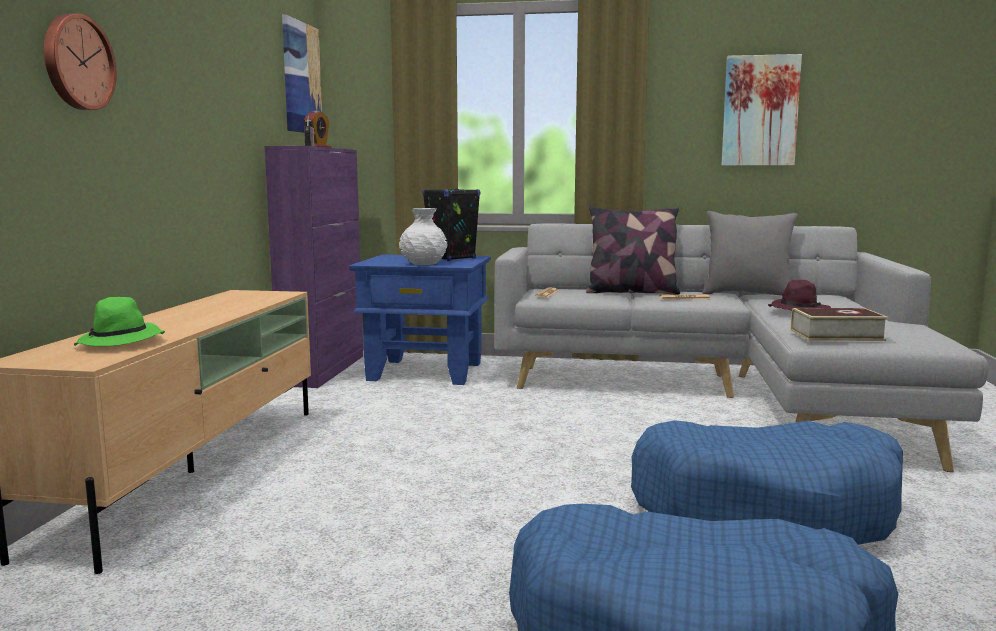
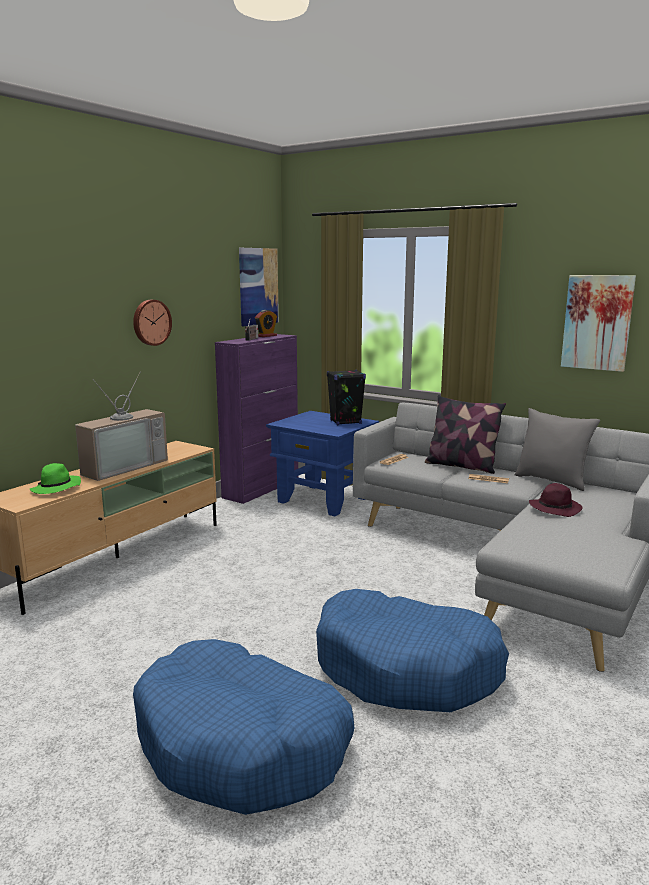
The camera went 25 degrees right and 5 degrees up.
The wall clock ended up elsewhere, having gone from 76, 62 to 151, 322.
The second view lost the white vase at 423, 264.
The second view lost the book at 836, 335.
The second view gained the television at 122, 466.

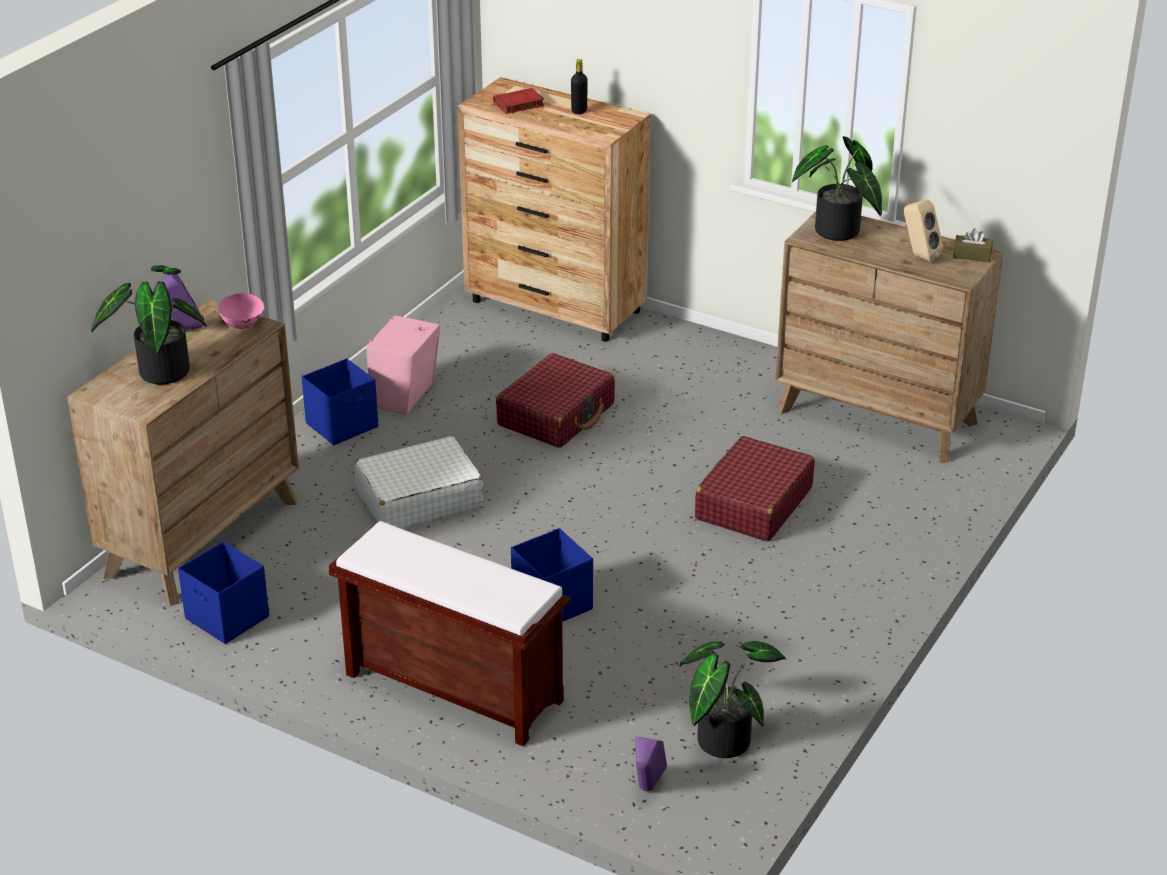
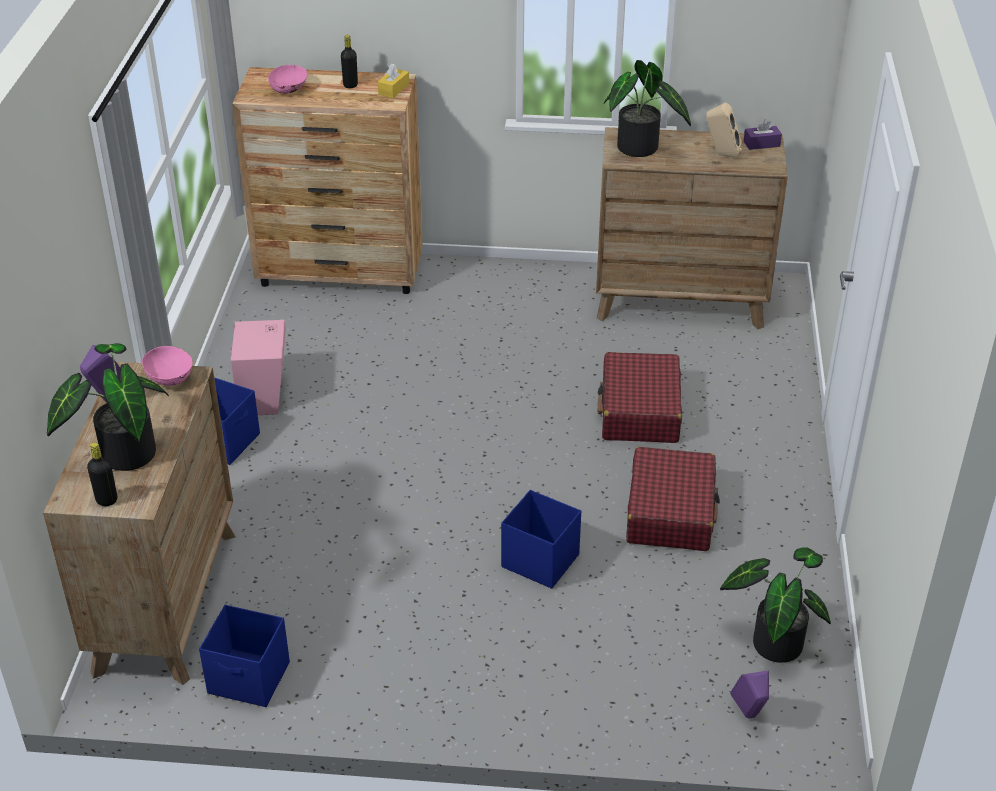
The camera went 25 degrees left and 5 degrees up.
The second view lost the brown bench at 451, 688.
The second view lost the white suitcase at 418, 500.
Where the red book stood at 518, 104, the pink bowl came to stand at 289, 90.
The red suitcase ended up elsewhere, having gone from 556, 415 to 670, 512.
What was the brown tissue box at 972, 255 turned into the purple tissue box at 761, 144.
The second view gained the black bottle at 106, 500.
The second view gained the yellow tissue box at 393, 89.

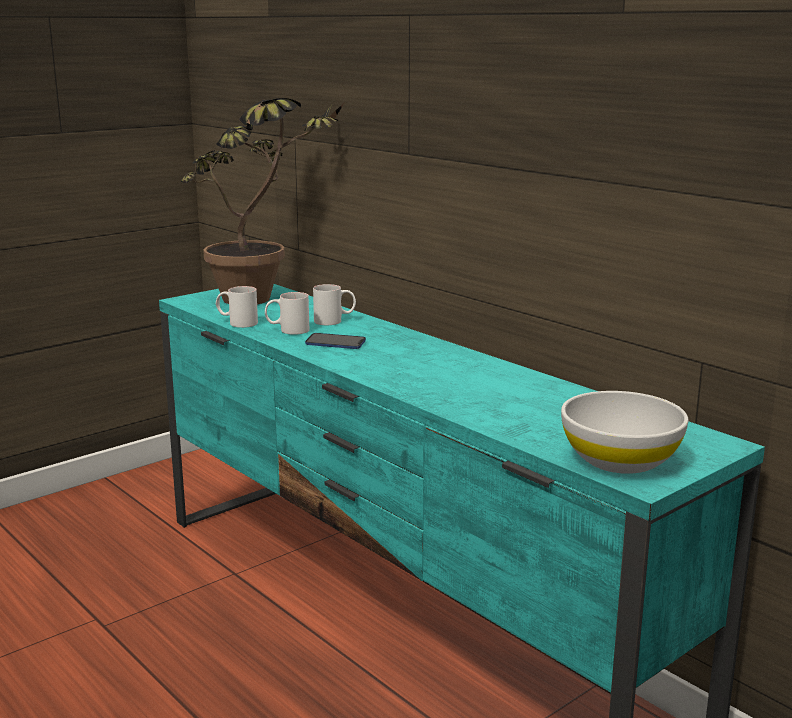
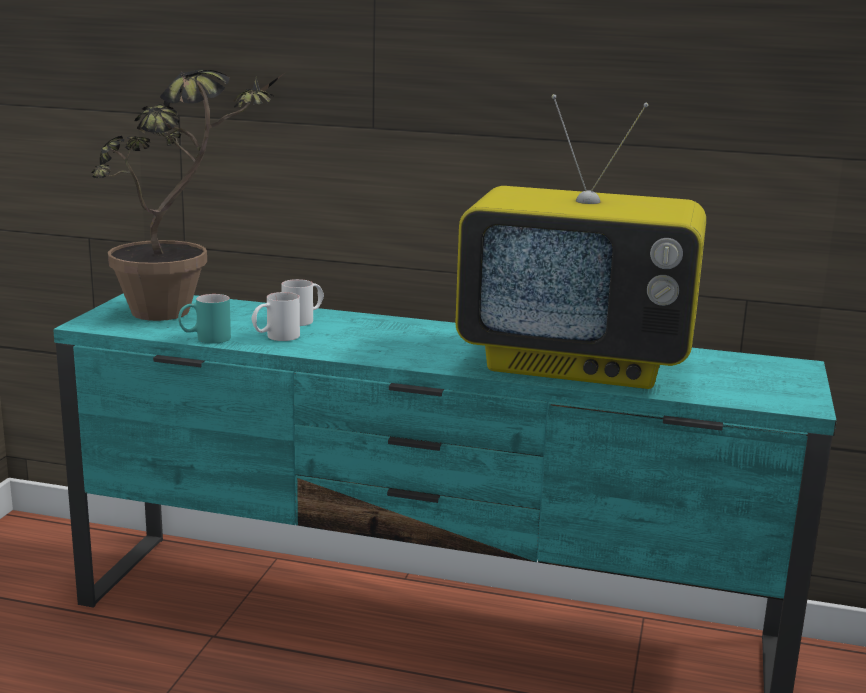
The camera went 35 degrees left and 0 degrees up.
What was the white mug at 237, 323 turned into the turquoise mug at 205, 339.
The second view lost the phone at 335, 343.
The second view lost the white bowl at 620, 460.
The second view gained the television at 578, 363.

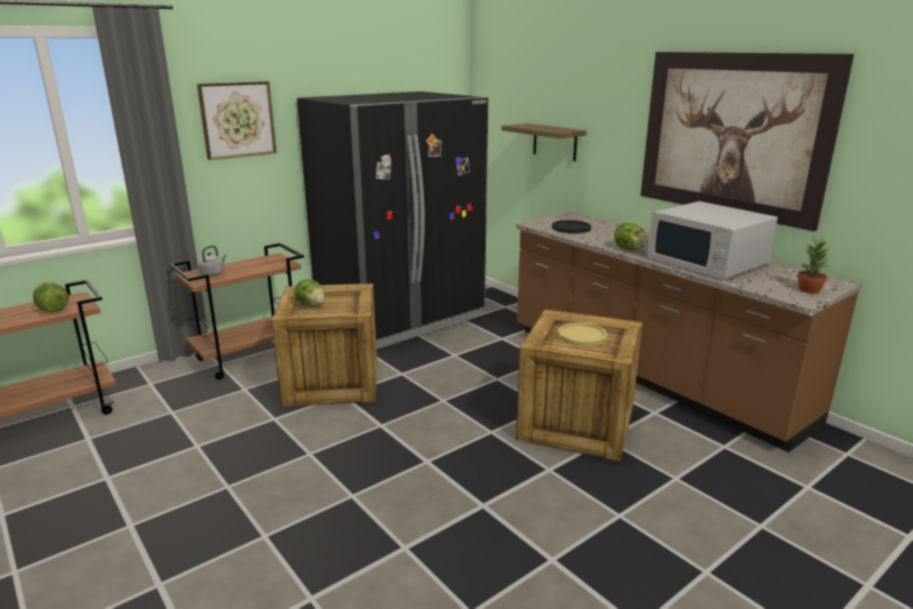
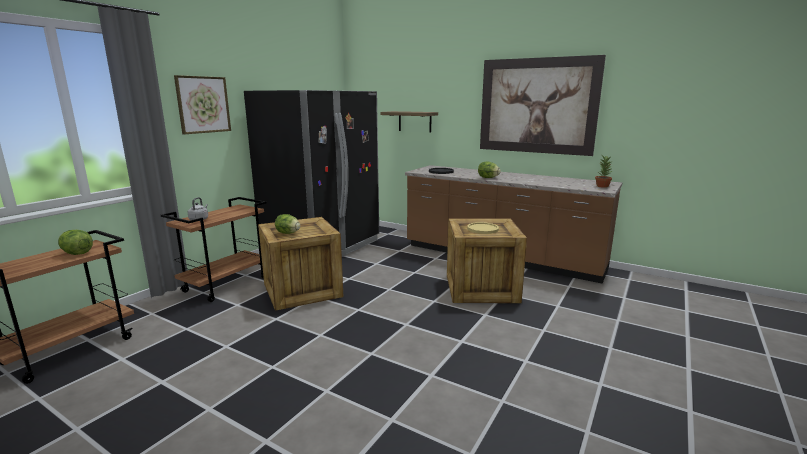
The camera went 20 degrees left and 5 degrees down.
The second view lost the white microwave at 707, 262.

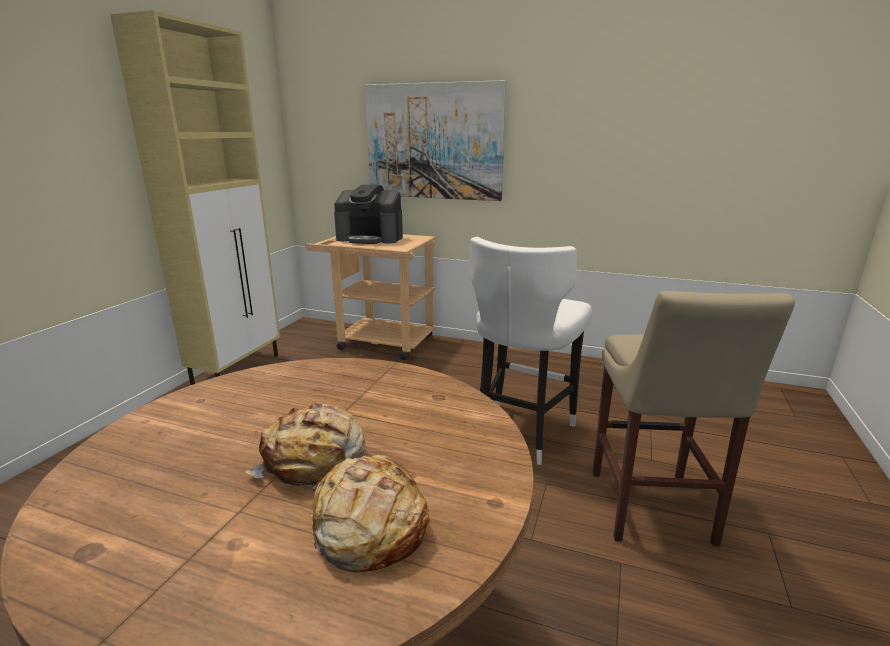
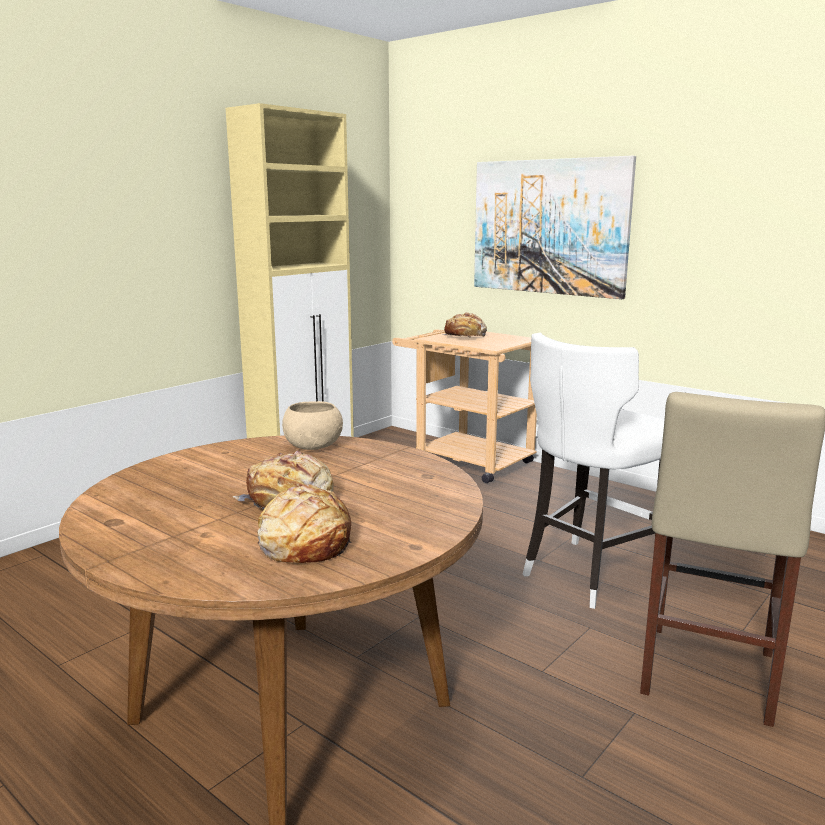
The camera went 20 degrees right and 5 degrees down.
Where the coffee machine stood at 370, 238, the bread came to stand at 465, 336.
The second view gained the beige bowl at 313, 446.

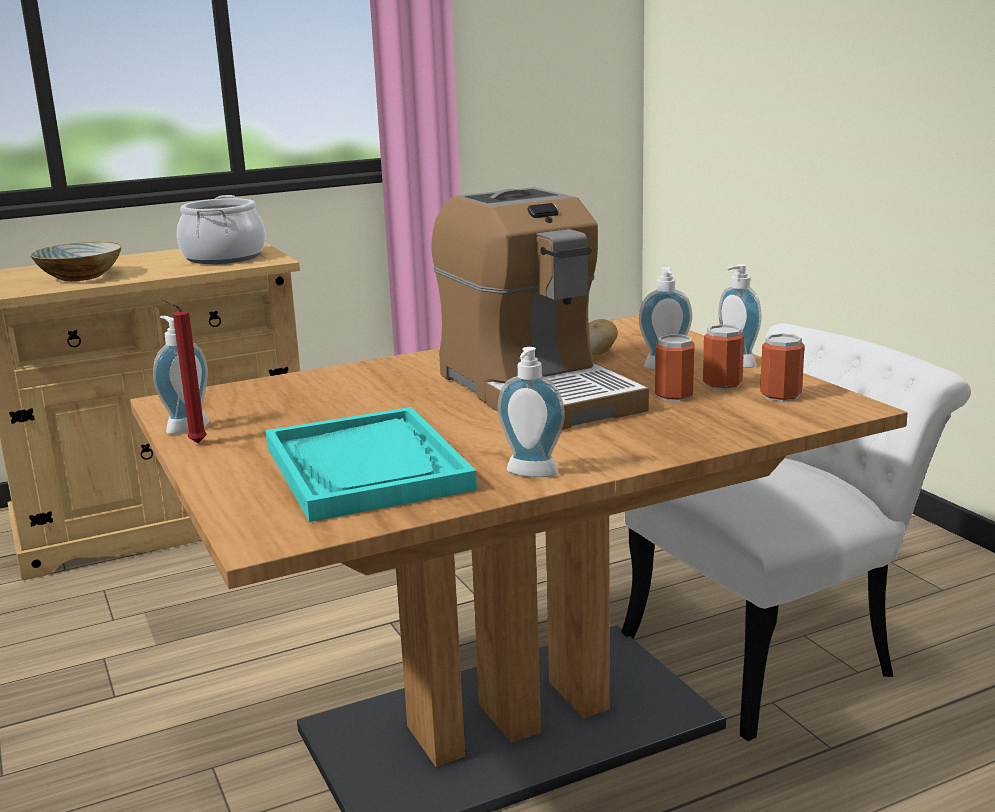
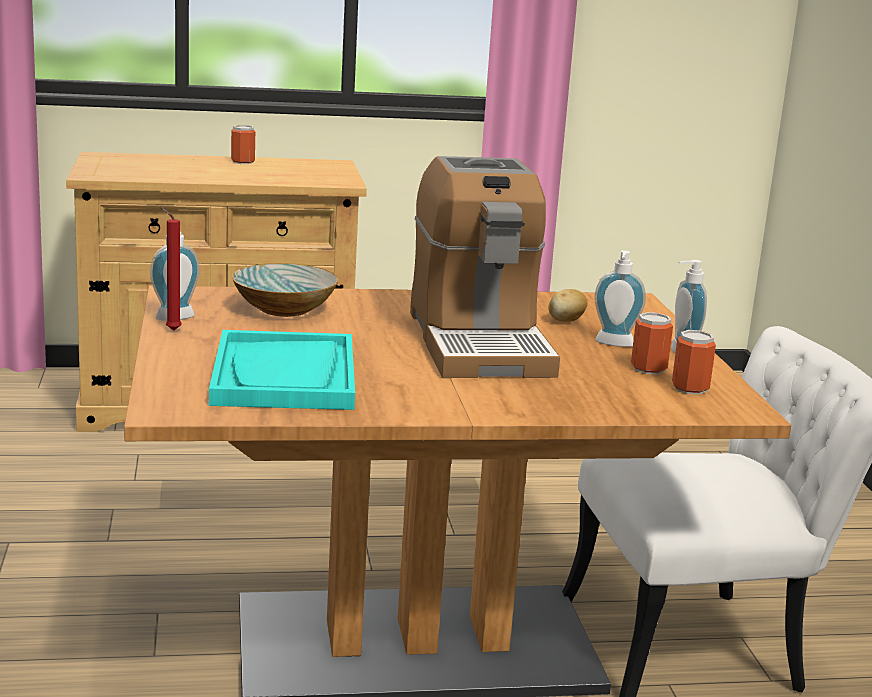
The camera went 15 degrees right and 0 degrees up.
The bowl ended up elsewhere, having gone from 81, 276 to 285, 309.
The second view lost the cooking pot at 224, 257.
The second view lost the soap dispenser at 530, 474.
The can ended up elsewhere, having gone from 674, 396 to 242, 162.

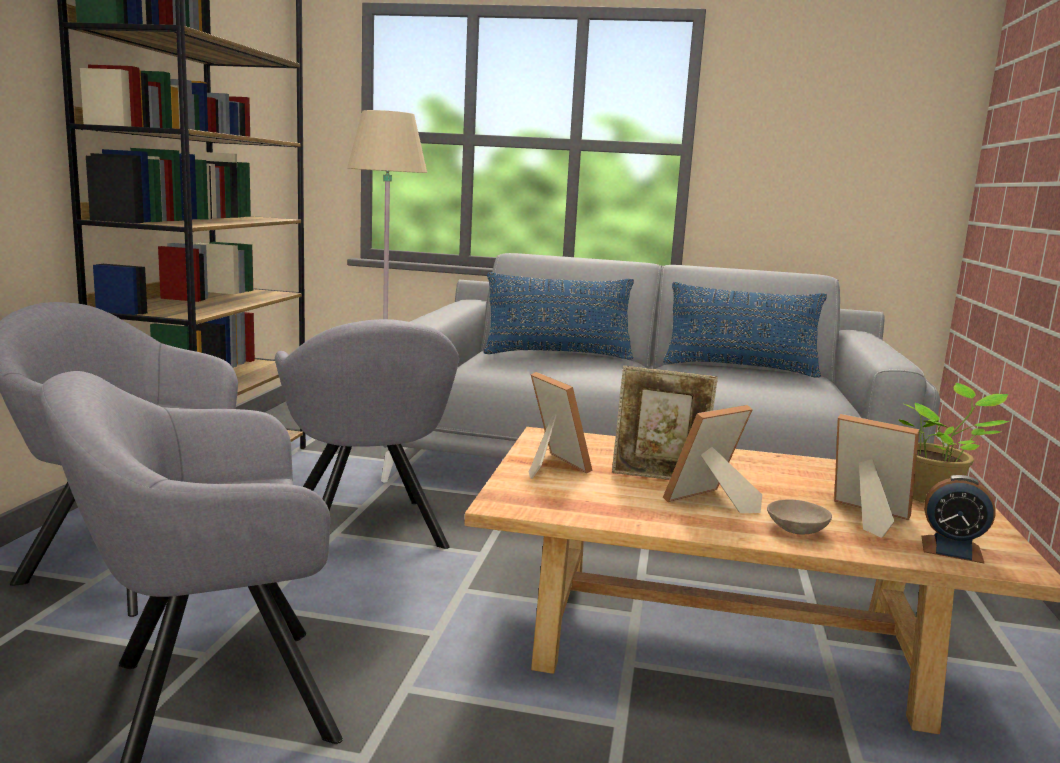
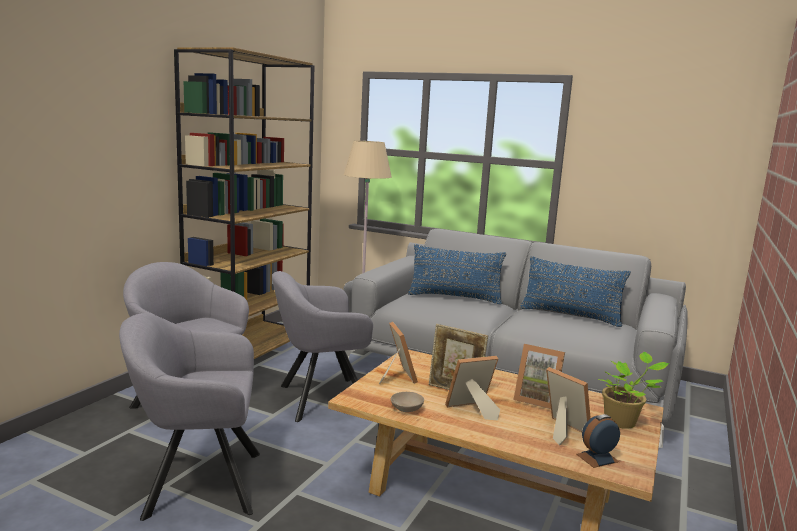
The camera went 15 degrees right and 0 degrees up.
The grey armchair at 367, 533 ended up facing another way, 75 degrees clockwise from before.
The beige bowl ended up elsewhere, having gone from 799, 529 to 408, 409.
The alarm clock at 951, 549 ended up facing another way, 120 degrees clockwise from before.
The second view gained the picture frame at 537, 399.

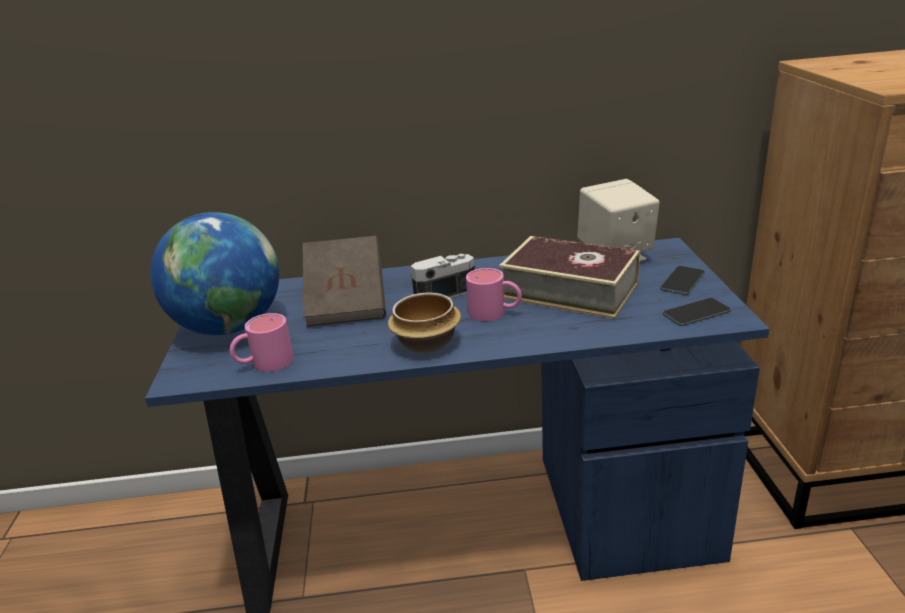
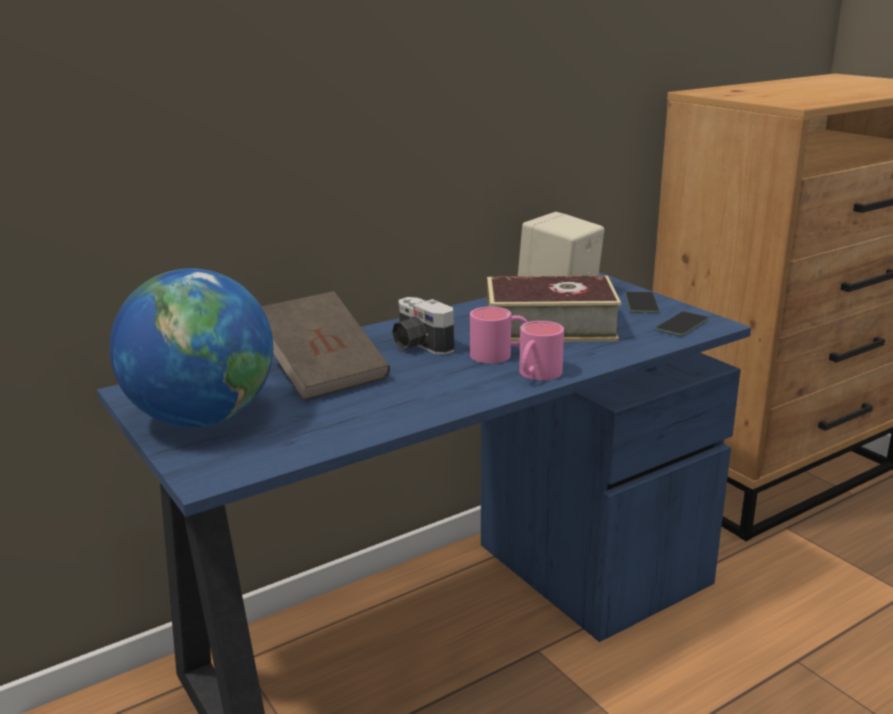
The camera went 30 degrees left and 5 degrees down.
The pink mug ended up elsewhere, having gone from 264, 364 to 536, 375.
The second view lost the bowl at 427, 344.
The photo camera at 441, 291 ended up facing another way, 75 degrees counterclockwise from before.

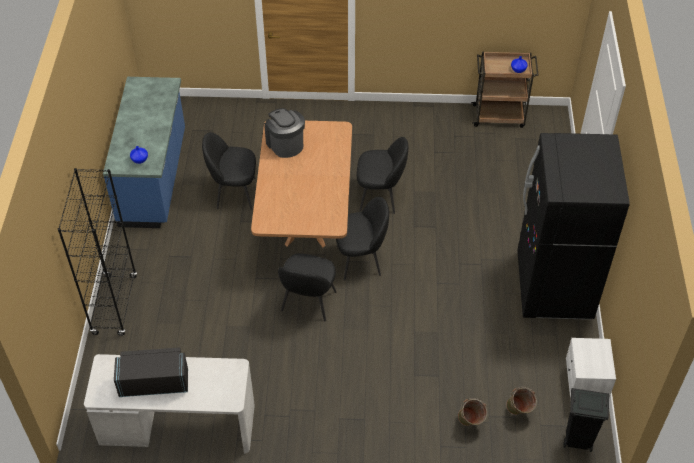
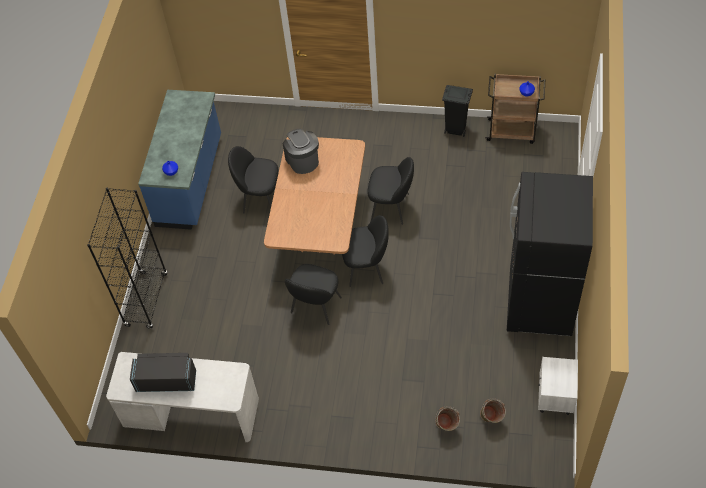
The camera went 10 degrees right and 5 degrees up.
The black trash can ended up elsewhere, having gone from 577, 440 to 455, 130.

